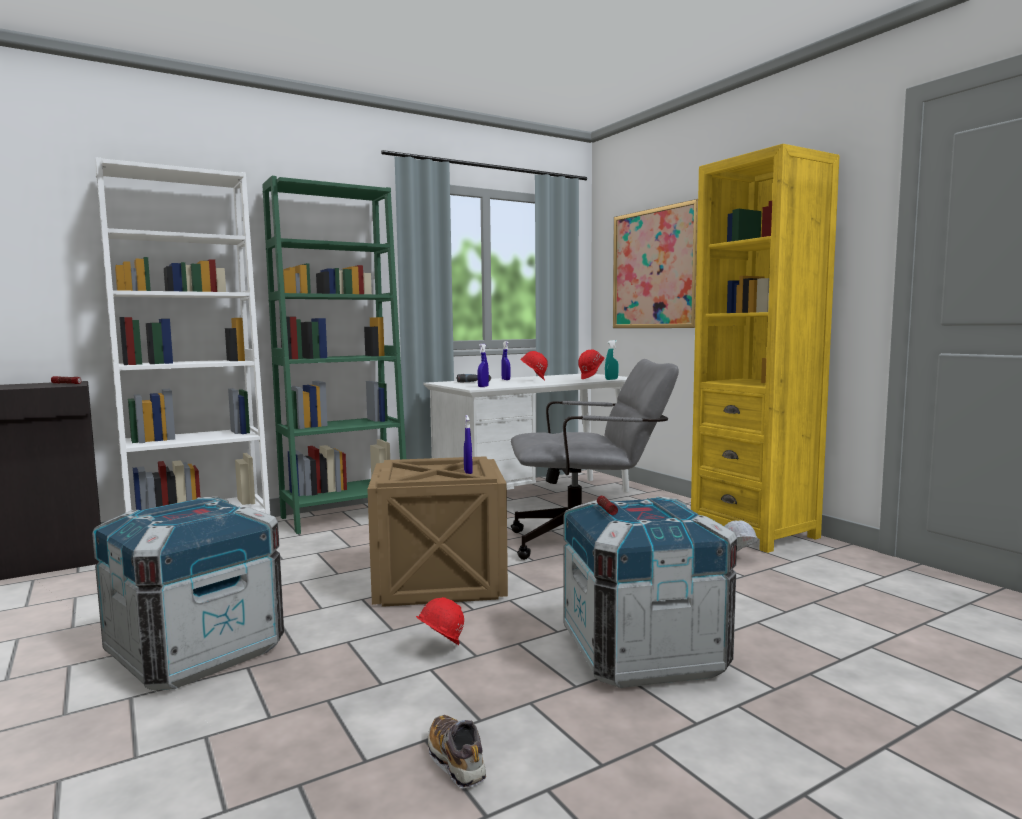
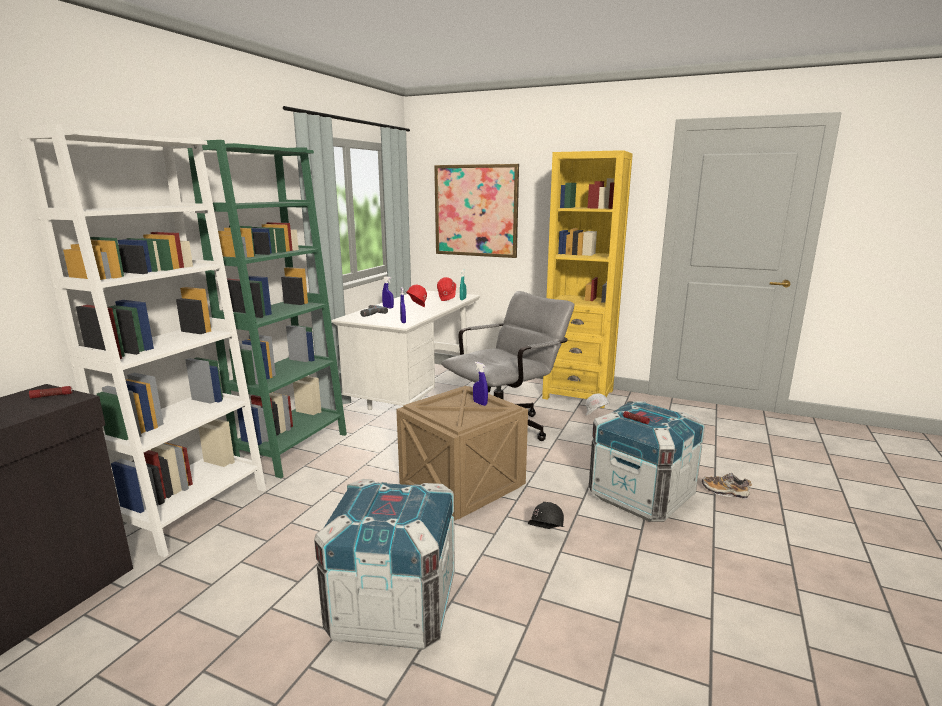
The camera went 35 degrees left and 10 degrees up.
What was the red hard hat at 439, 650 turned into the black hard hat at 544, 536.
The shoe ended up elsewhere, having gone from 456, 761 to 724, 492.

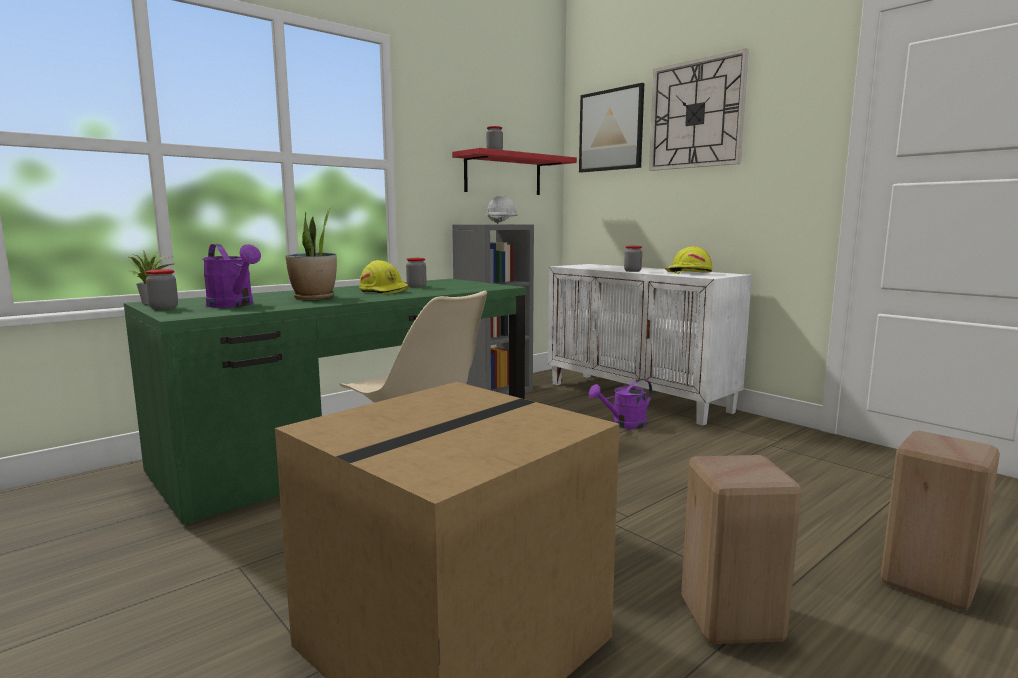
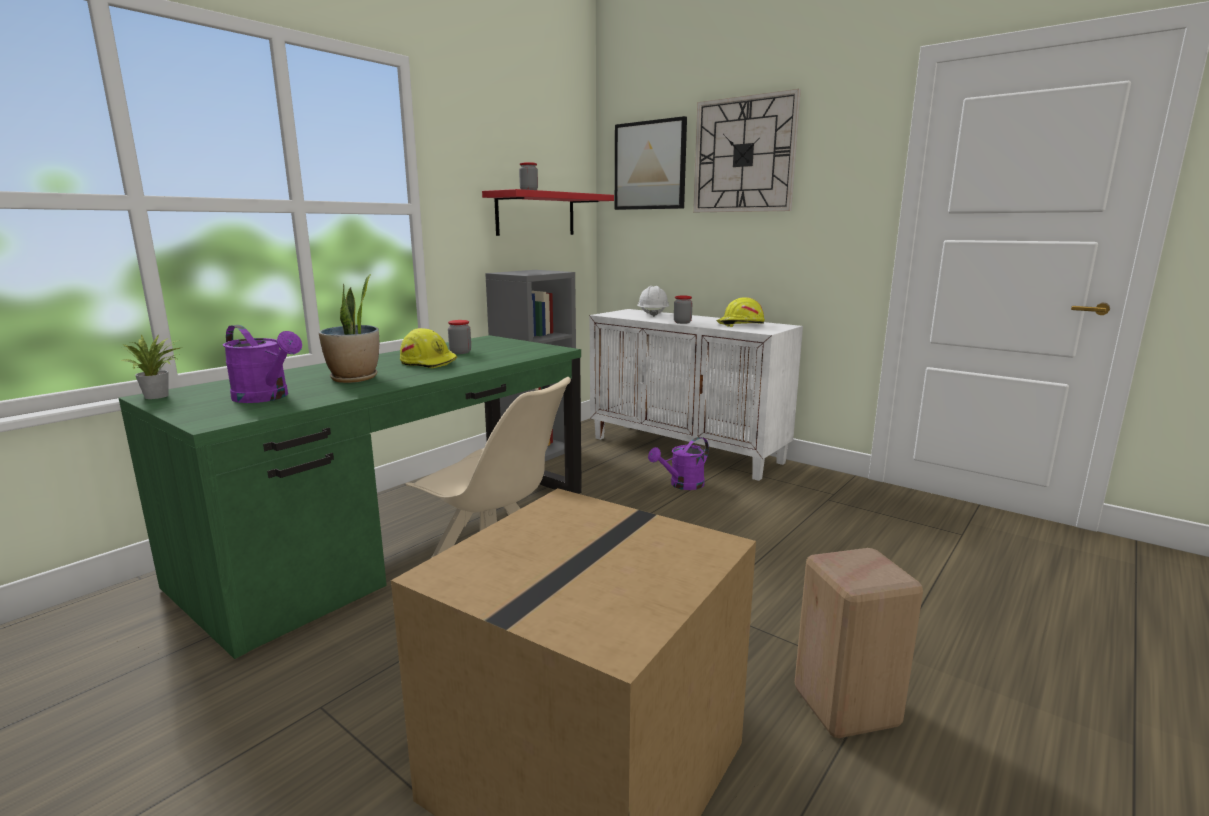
The camera went 10 degrees left and 5 degrees up.
The second view lost the jar at 164, 308.
The white hard hat ended up elsewhere, having gone from 501, 224 to 653, 314.
The second view lost the beige stool at 931, 583.

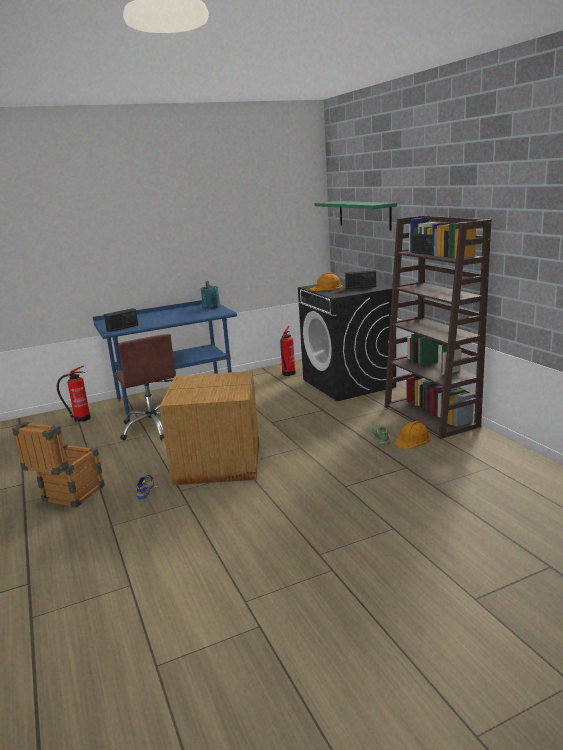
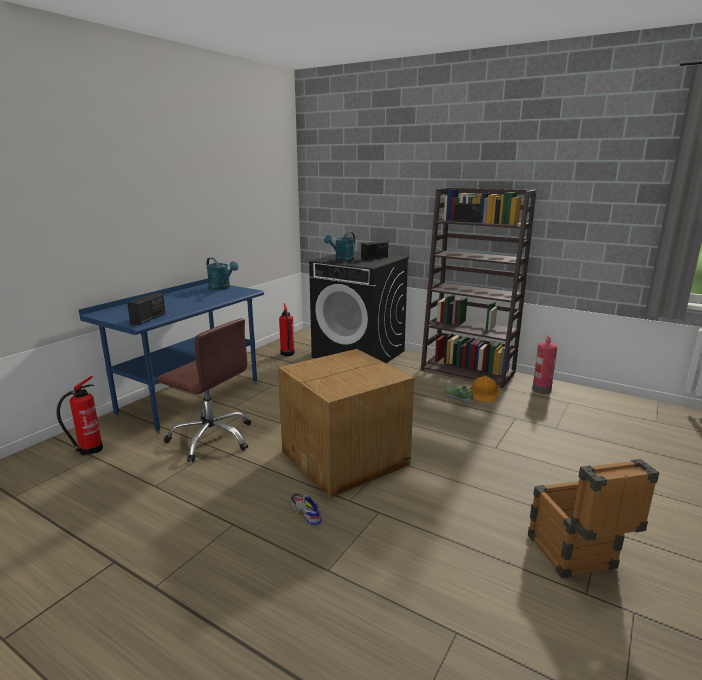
The camera went 35 degrees left and 0 degrees up.
The crate ended up elsewhere, having gone from 68, 497 to 576, 559.
Where the orange hard hat stood at 326, 288, the turquoise watering can came to stand at 342, 260.
The second view lost the green shelf at 364, 214.
The second view gained the fire extinguisher at 541, 389.

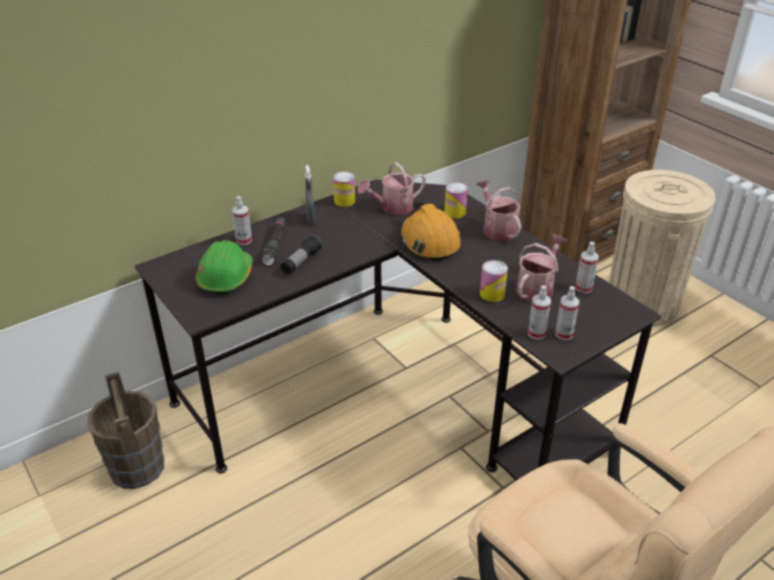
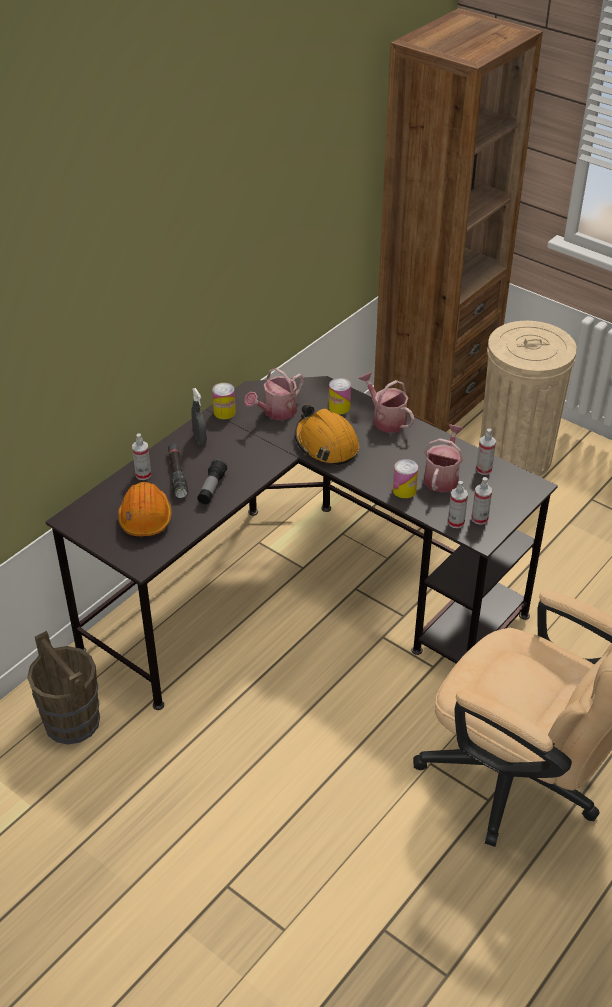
The camera went 15 degrees left and 5 degrees up.
What was the green hard hat at 226, 277 turned into the orange hard hat at 145, 518.

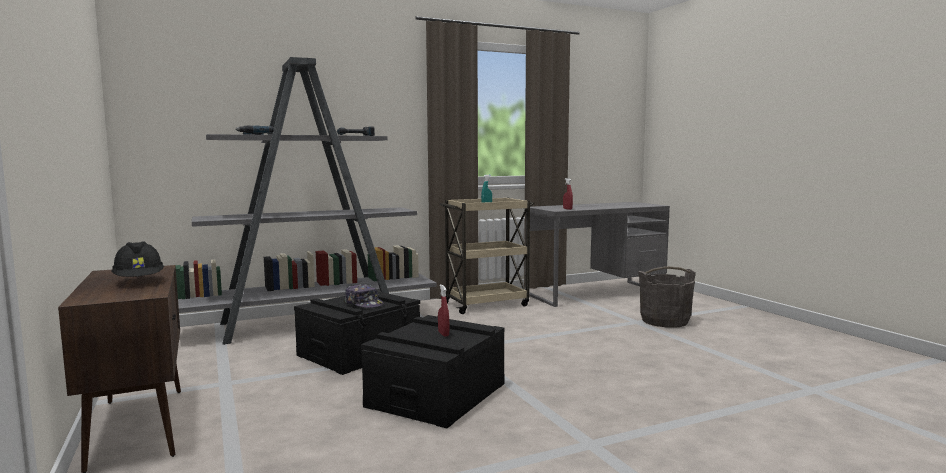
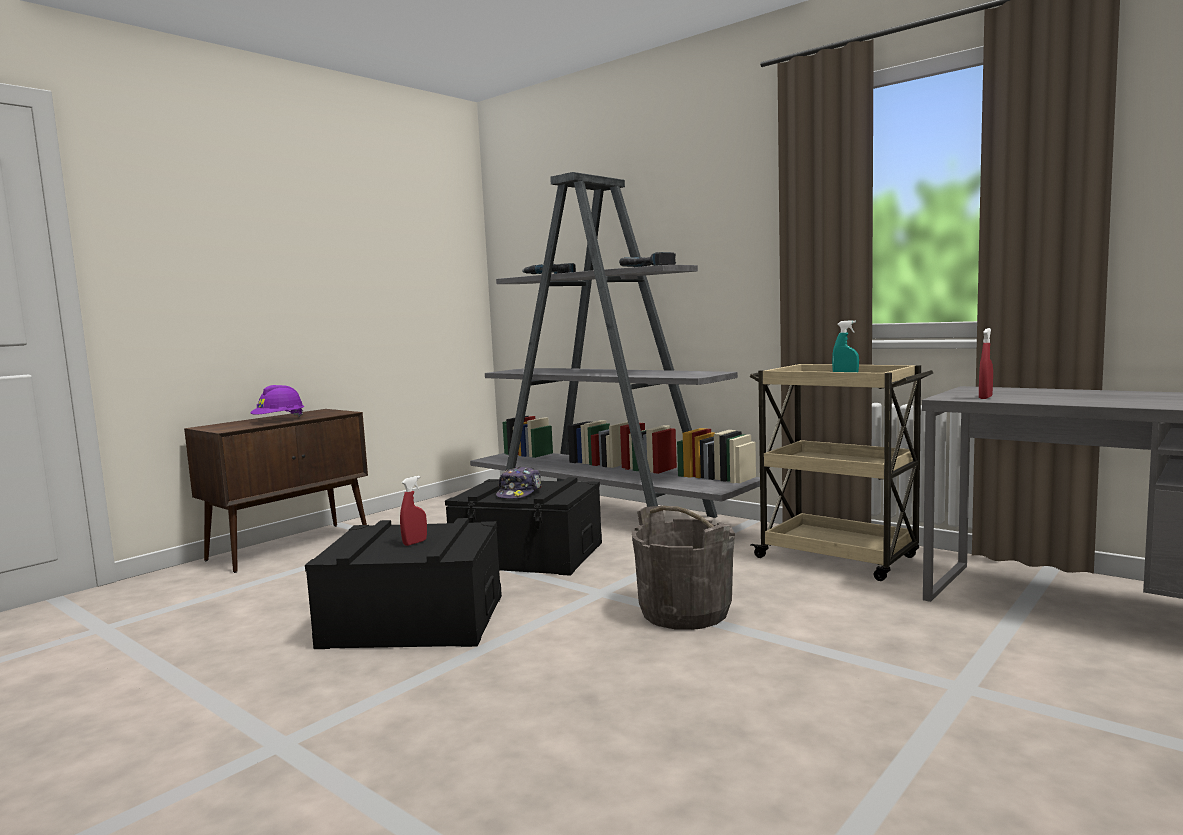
The camera went 65 degrees right and 0 degrees up.
What was the black hard hat at 139, 281 turned into the purple hard hat at 279, 420.
The grey bucket ended up elsewhere, having gone from 664, 321 to 685, 612.

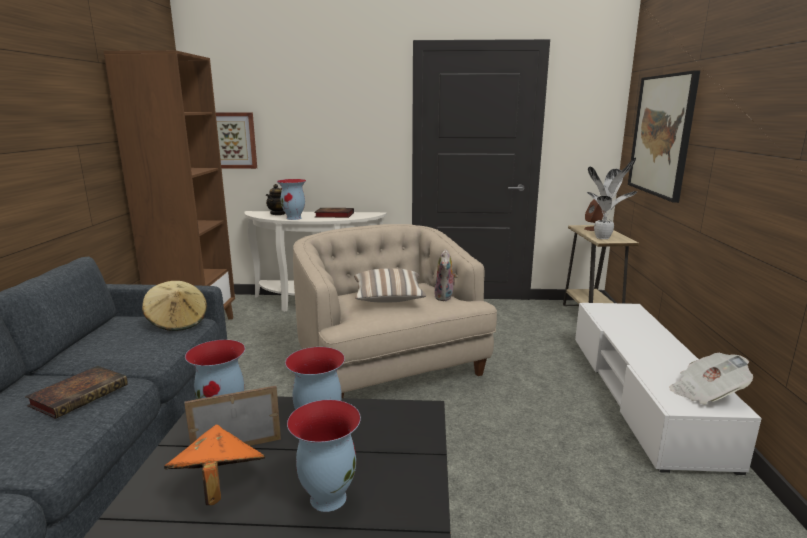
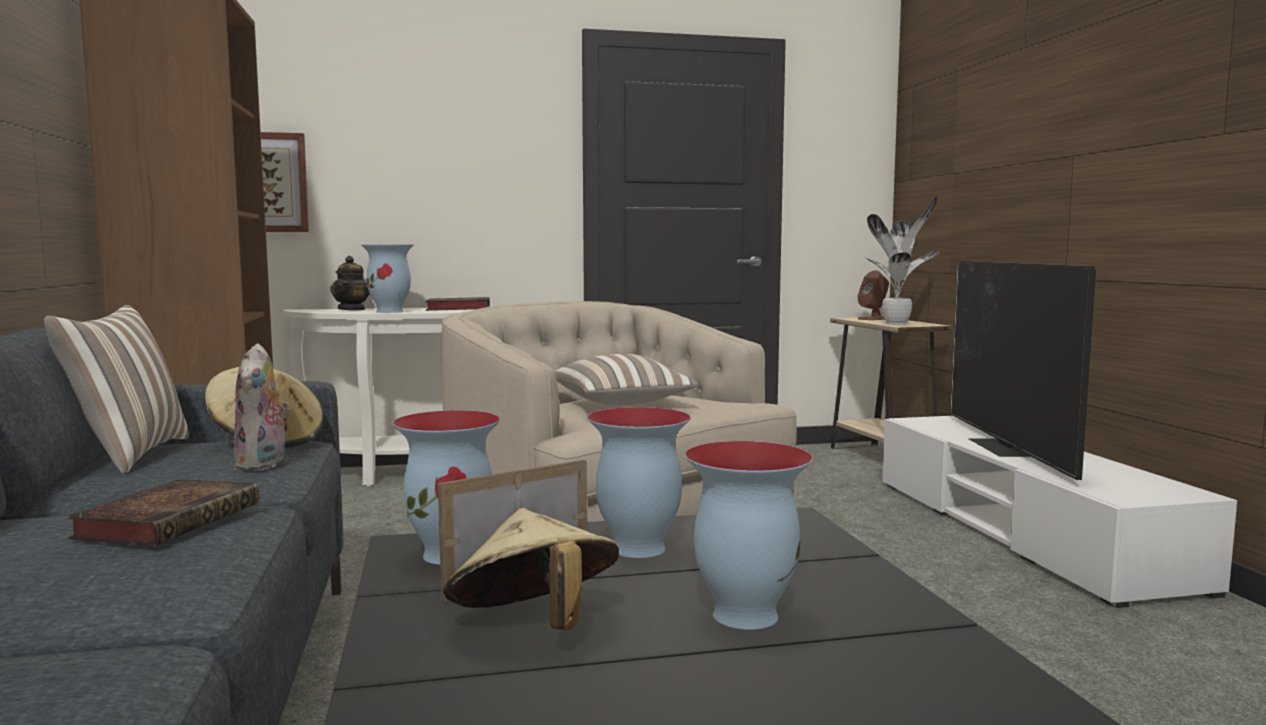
The camera went 15 degrees left and 10 degrees down.
What was the orange hat at 218, 487 turned into the beige hat at 534, 627.
The plush toy ended up elsewhere, having gone from 445, 297 to 264, 464.
The second view lost the picture at 661, 135.
The second view lost the newspaper at 706, 393.
The second view gained the pillow at 128, 455.
The second view gained the television at 1005, 447.

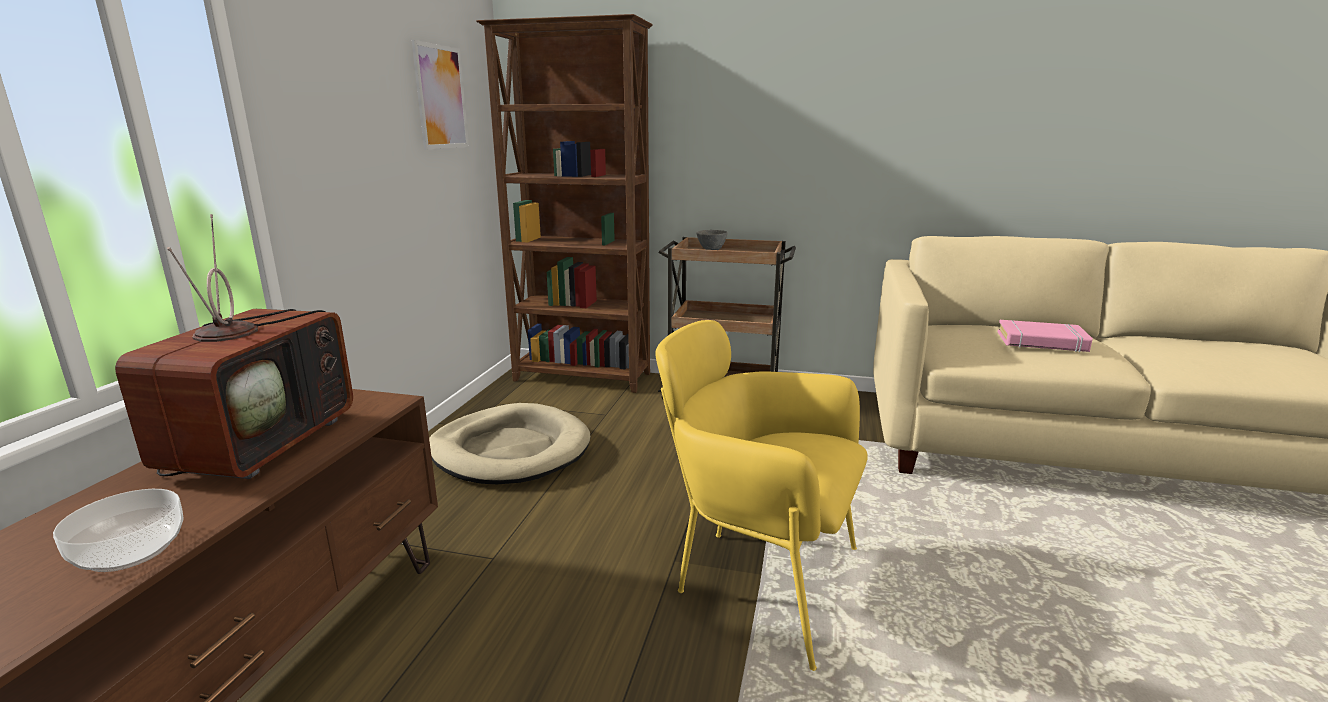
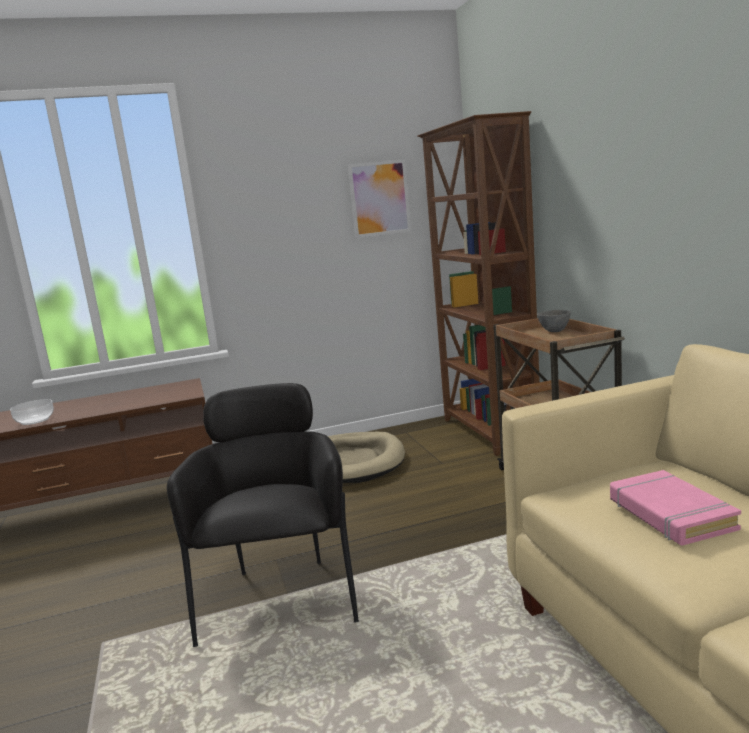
The camera went 60 degrees right and 5 degrees down.
The second view lost the television at 262, 442.
What was the yellow armchair at 757, 579 turned into the black armchair at 279, 595.

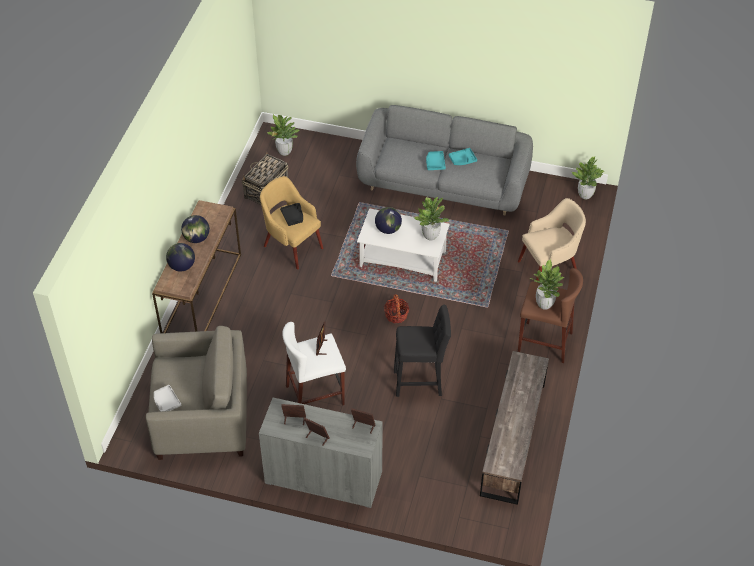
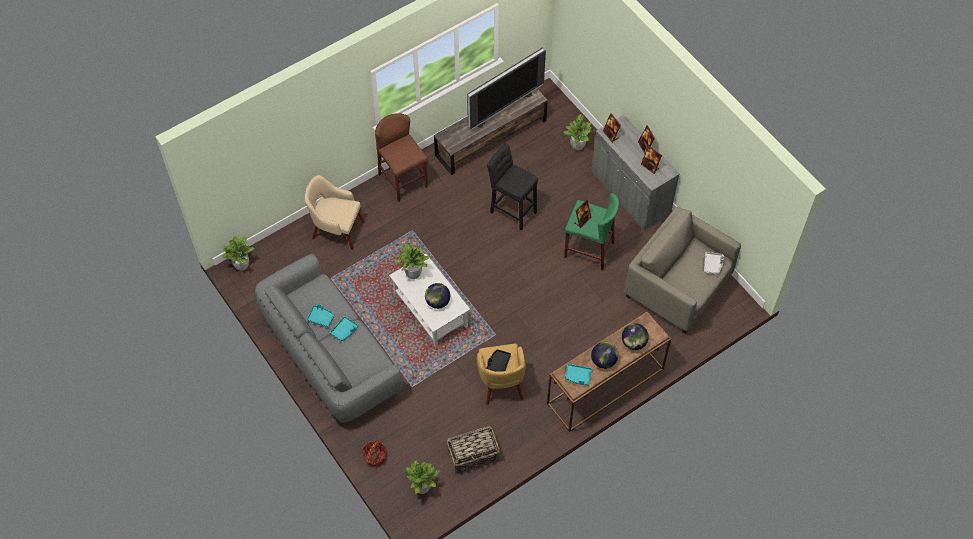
The camera went 140 degrees left and 10 degrees up.
What was the white stool at 315, 395 turned into the green stool at 589, 250.
The basket ended up elsewhere, having gone from 396, 315 to 375, 456.
The potted plant ended up elsewhere, having gone from 544, 304 to 577, 146.
The second view gained the television at 502, 107.
The second view gained the turquoise tray at 578, 376.

